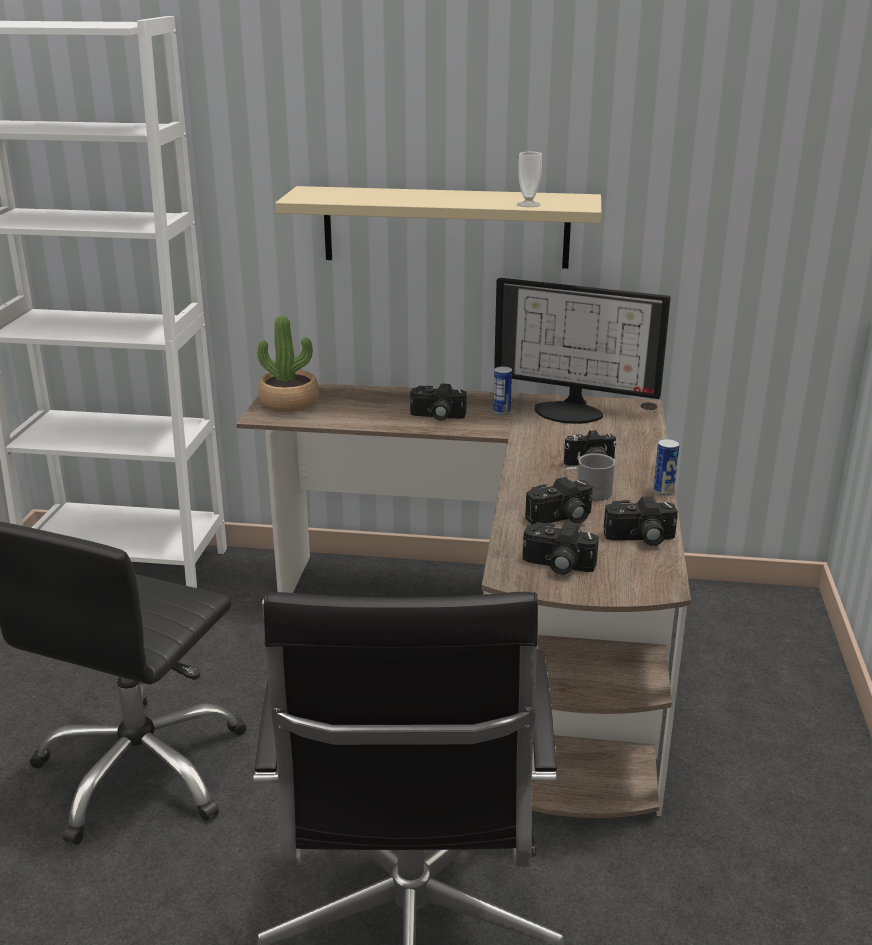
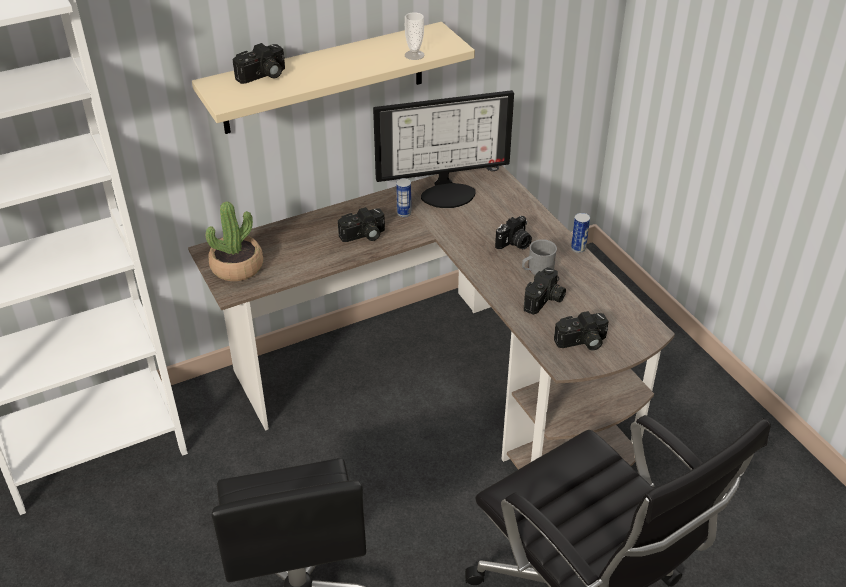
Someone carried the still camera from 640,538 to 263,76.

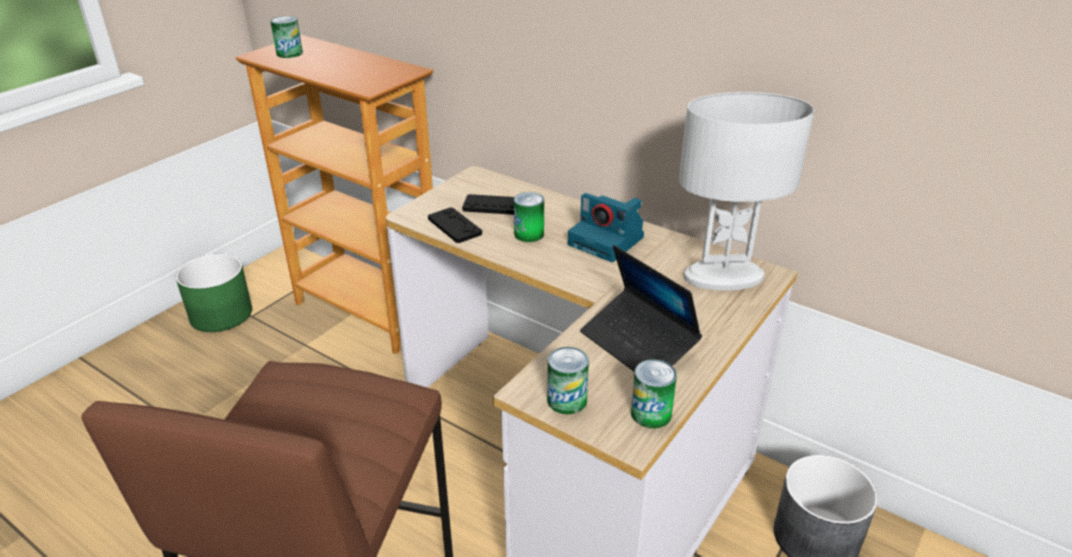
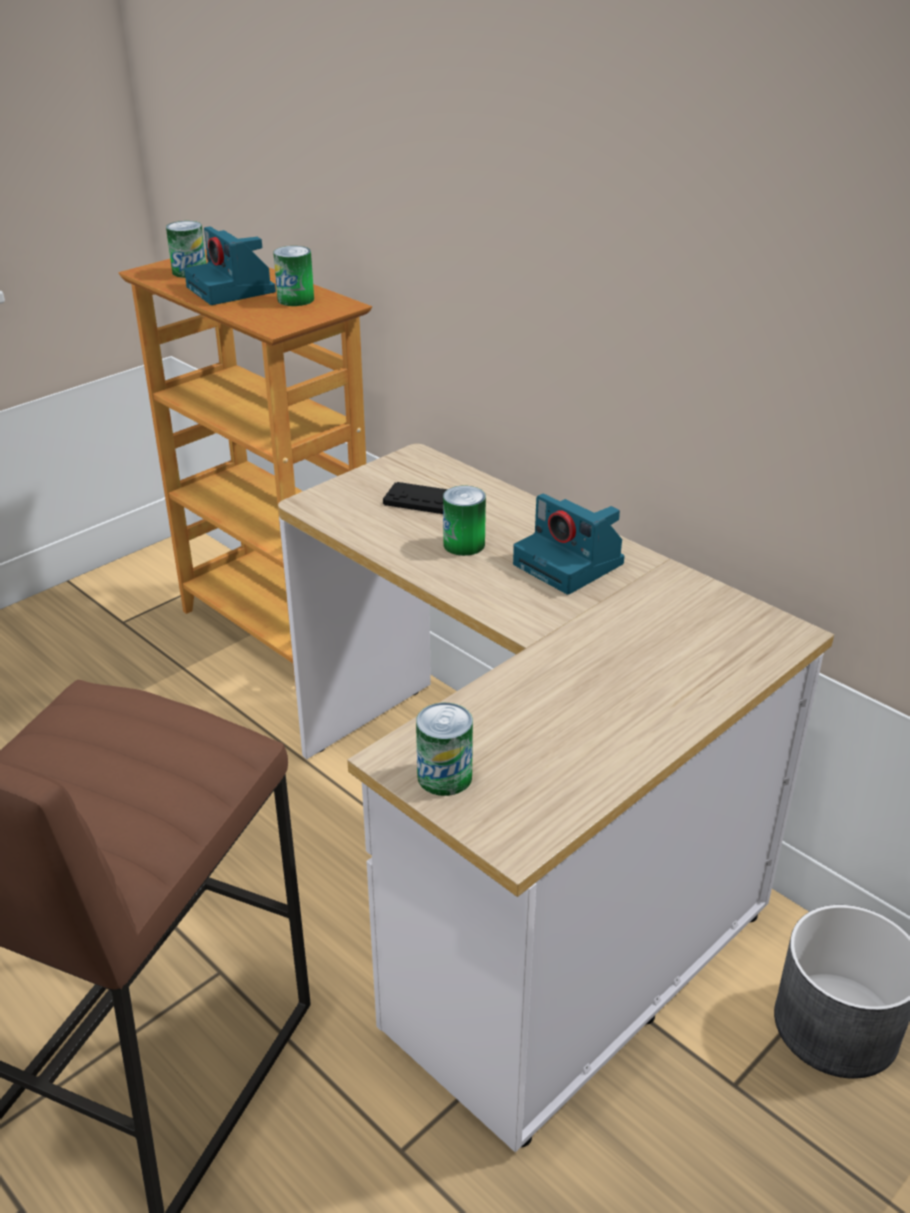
Someone put down the still camera at 232,290.
Someone carried the metal can from 651,413 to 295,299.
Someone took away the green planter at 221,314.
Someone took away the black joypad at 454,226.
Someone took away the laptop at 638,344.
Someone took away the whitish lamp for a table at 723,278.

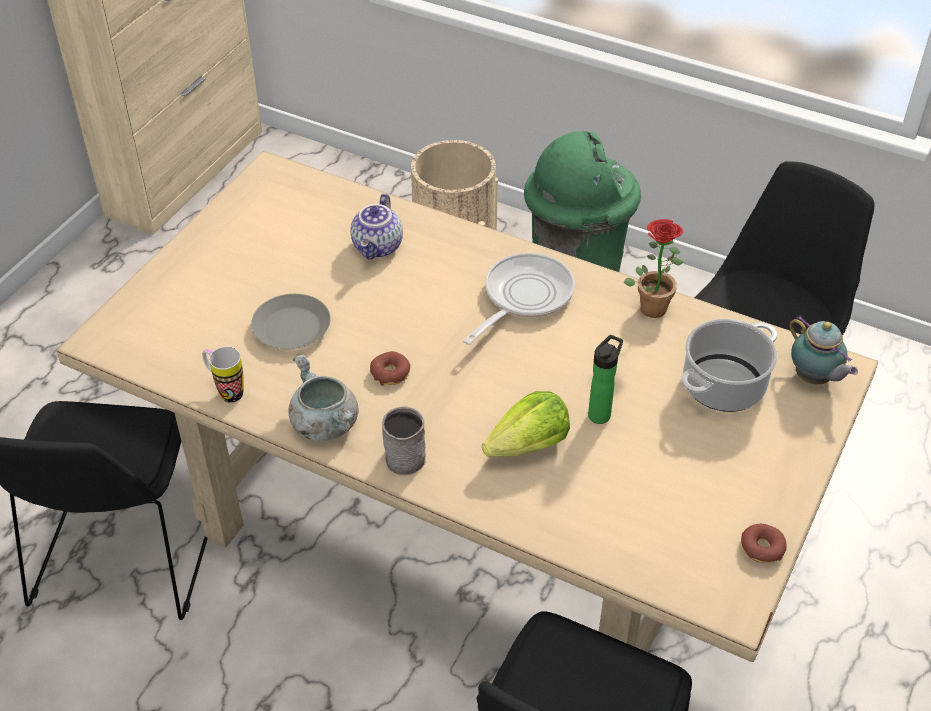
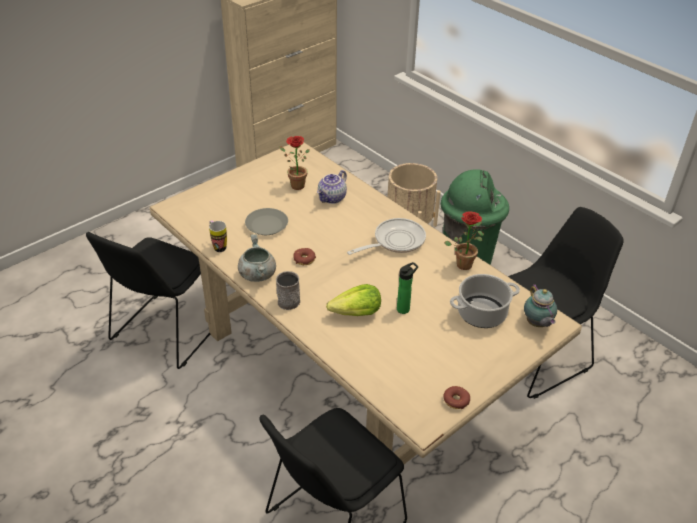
Someone put down the houseplant at 294,185.

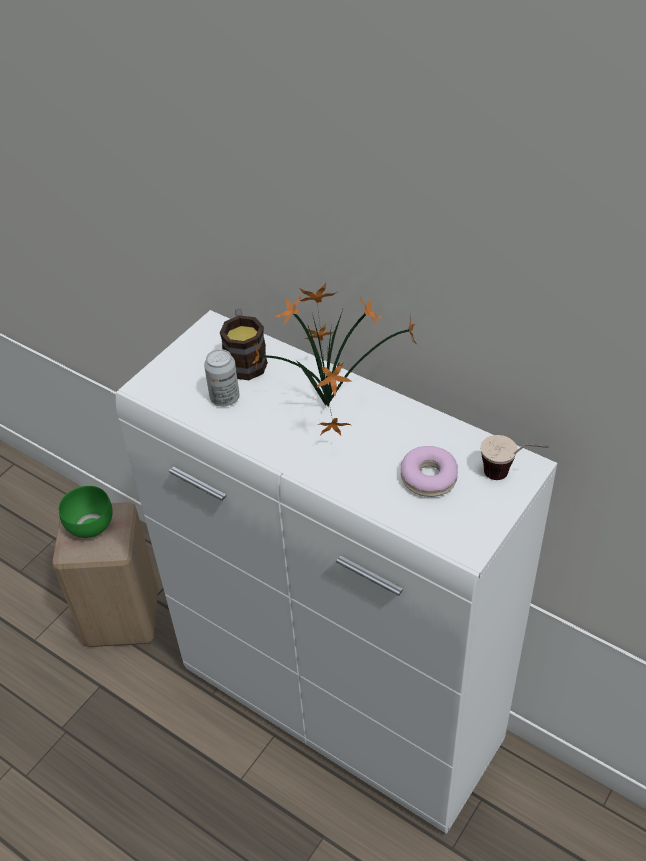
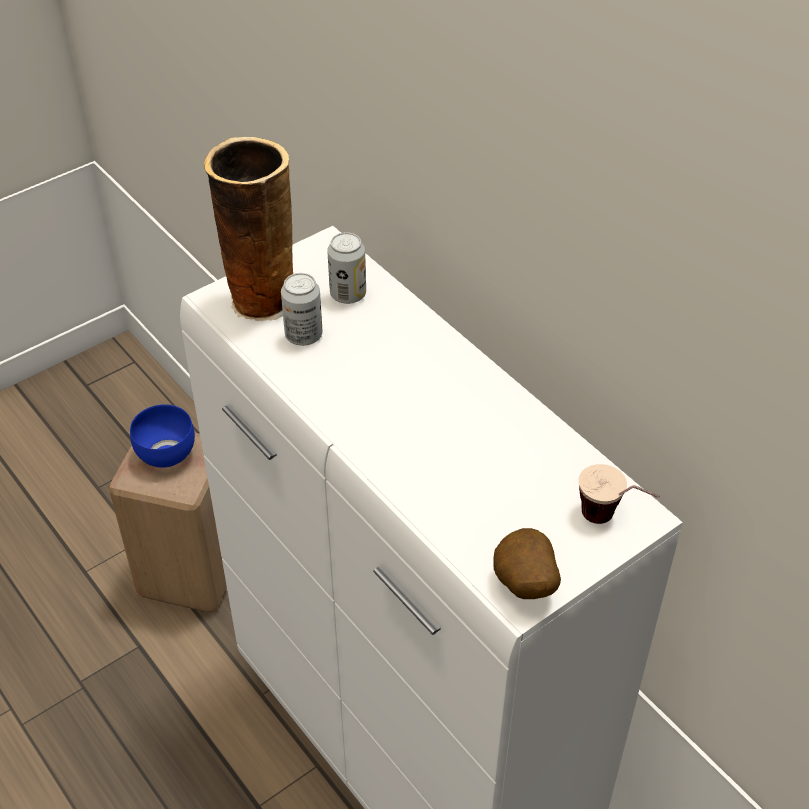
Someone repainted the green bowl at 89,527, which became the blue-coloured bowl at 164,455.
Someone put down the vase at 261,298.
Someone swapped the mug at 245,359 for the metal can at 348,294.
Someone put down the potato at 523,585.
Someone took away the houseplant at 328,404.
Someone took away the ring doughnut at 429,477.

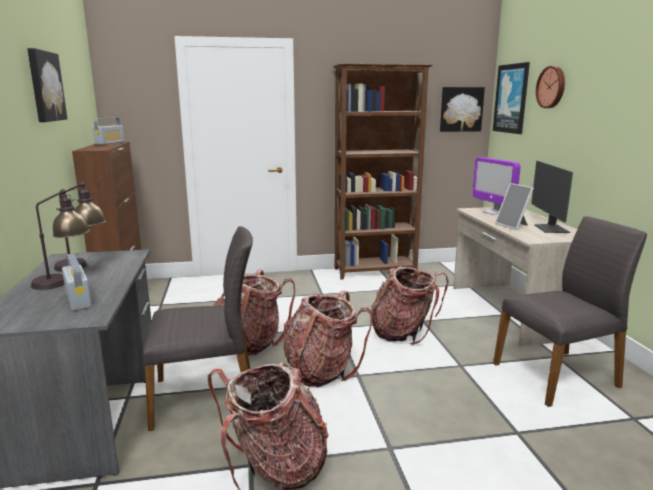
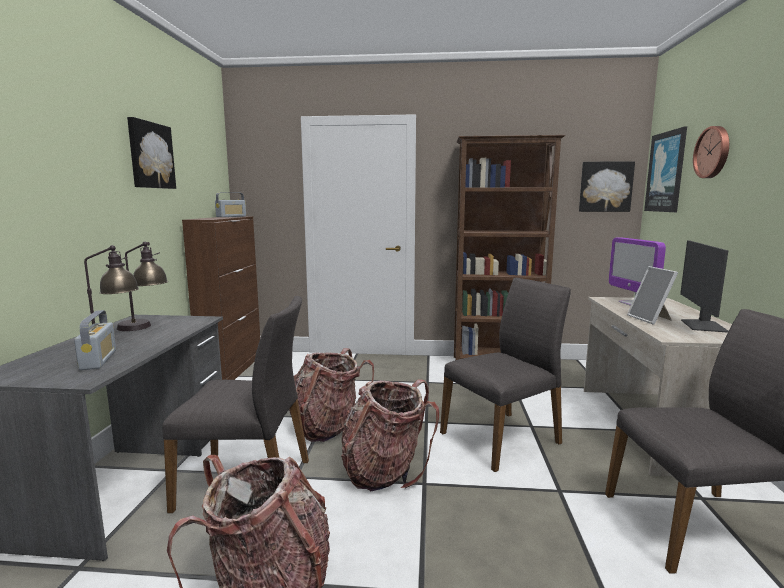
Someone swapped the knapsack at 404,333 for the greyish plain chair at 502,438.

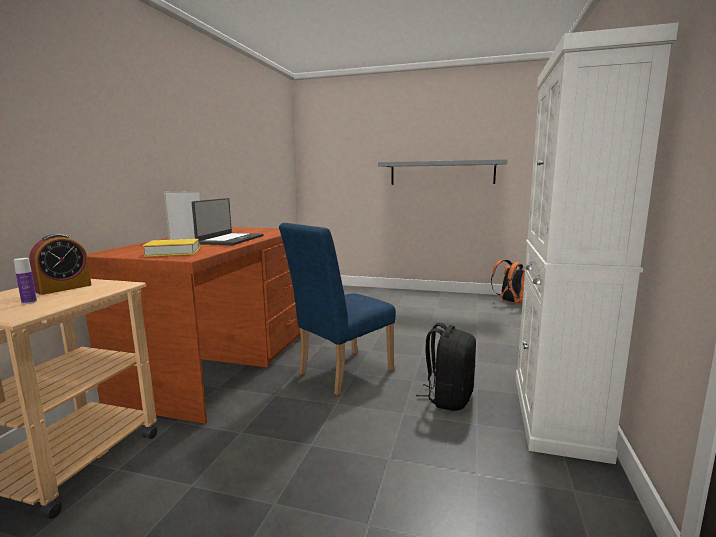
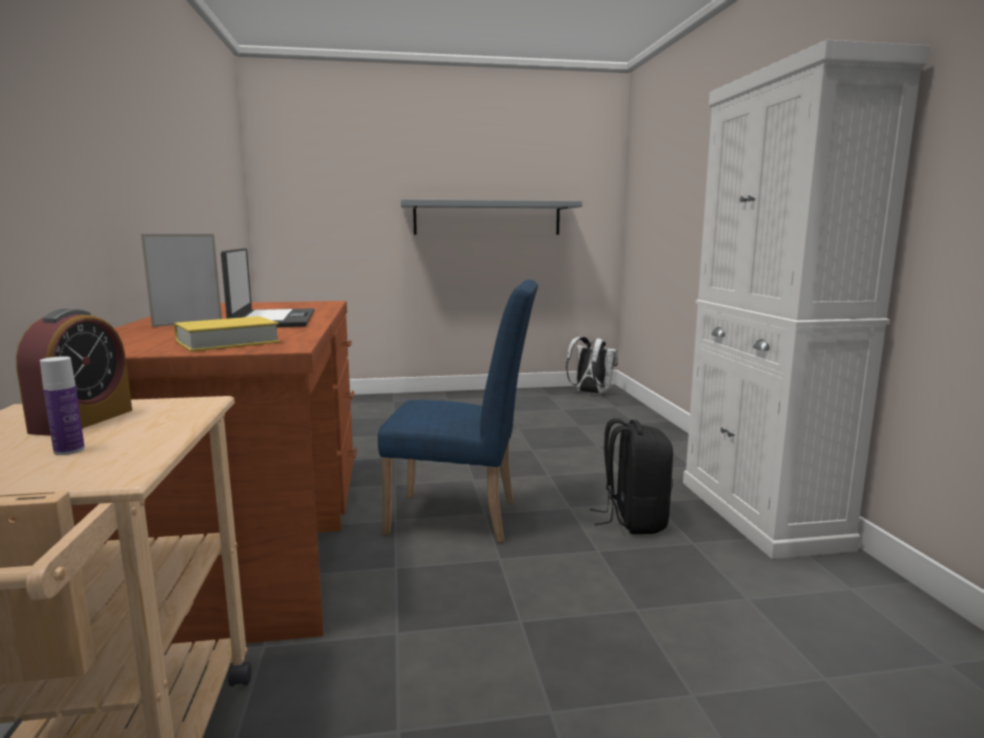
Someone rotated the blue-coloured plain chair at 340,373 by 105 degrees counterclockwise.
Someone repainted the orangey knapsack at 510,302, which became the whitish knapsack at 590,393.

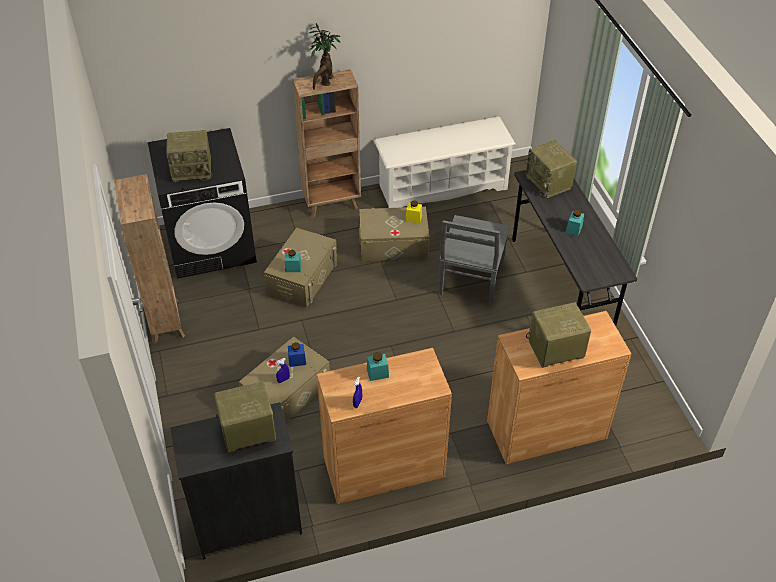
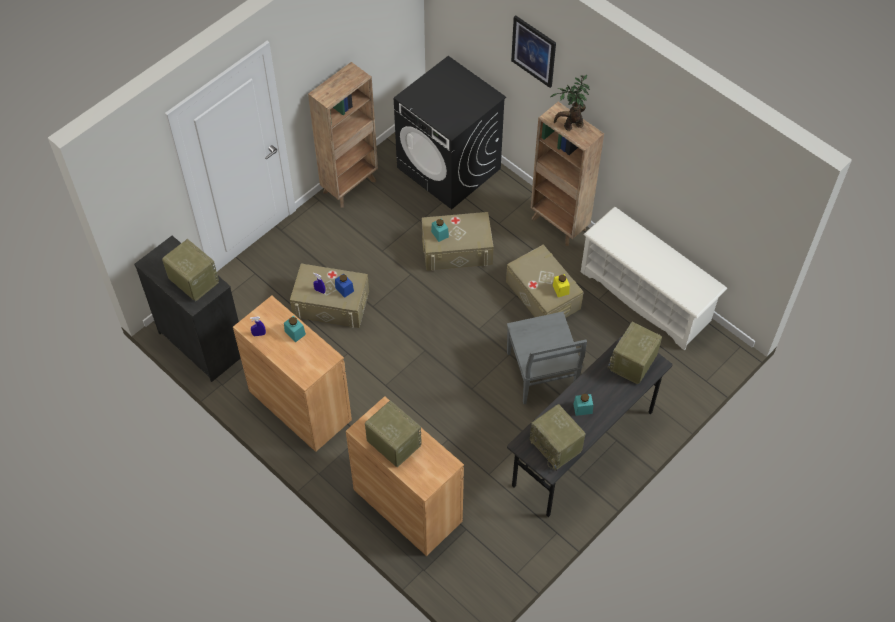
Someone rotated the greyish plain chair at 471,280 by 90 degrees counterclockwise.
Someone put up the wall picture at 534,51.
Someone carried the radio set from 193,170 to 556,446.

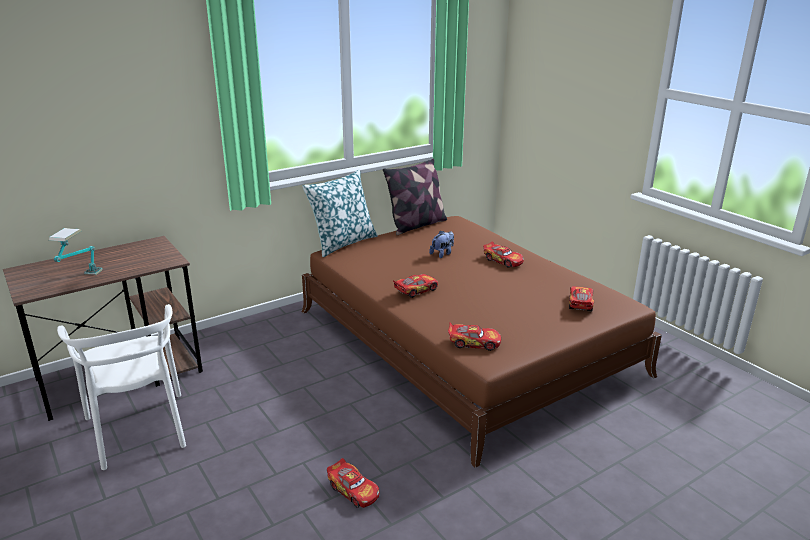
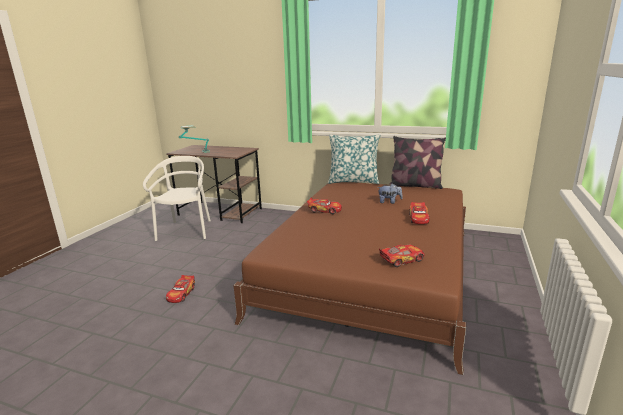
Someone rotated the whitish plain chair at 139,430 by 150 degrees clockwise.
Someone took away the toy car at 473,342.

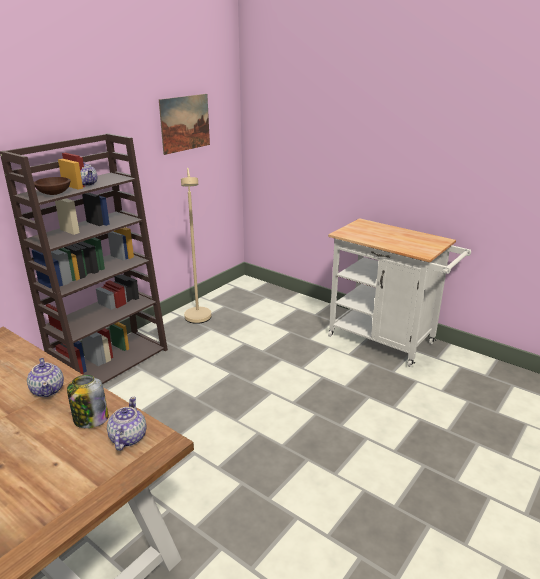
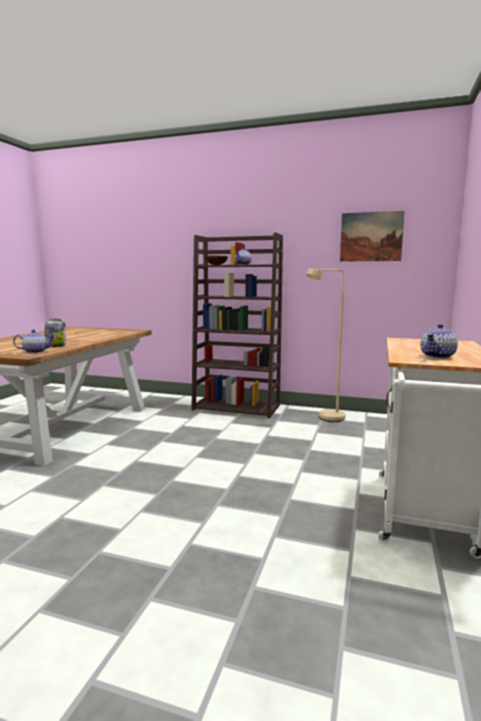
Someone carried the pot for tea from 48,390 to 438,356.

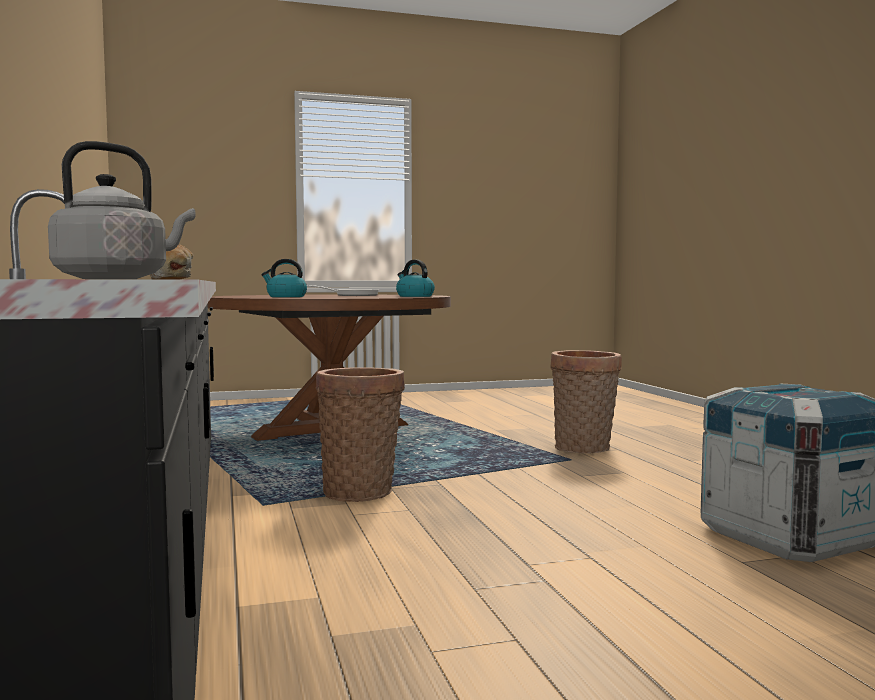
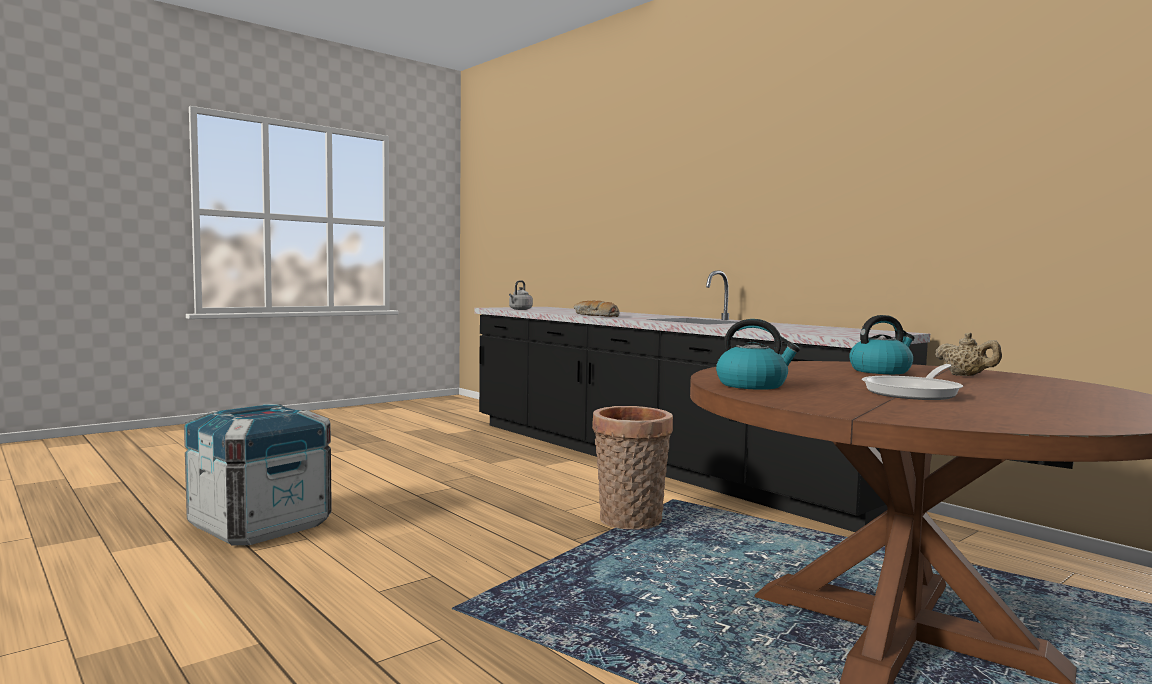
Someone put down the beige pot for tea at 966,376.
Someone took away the storage basket at 584,449.

